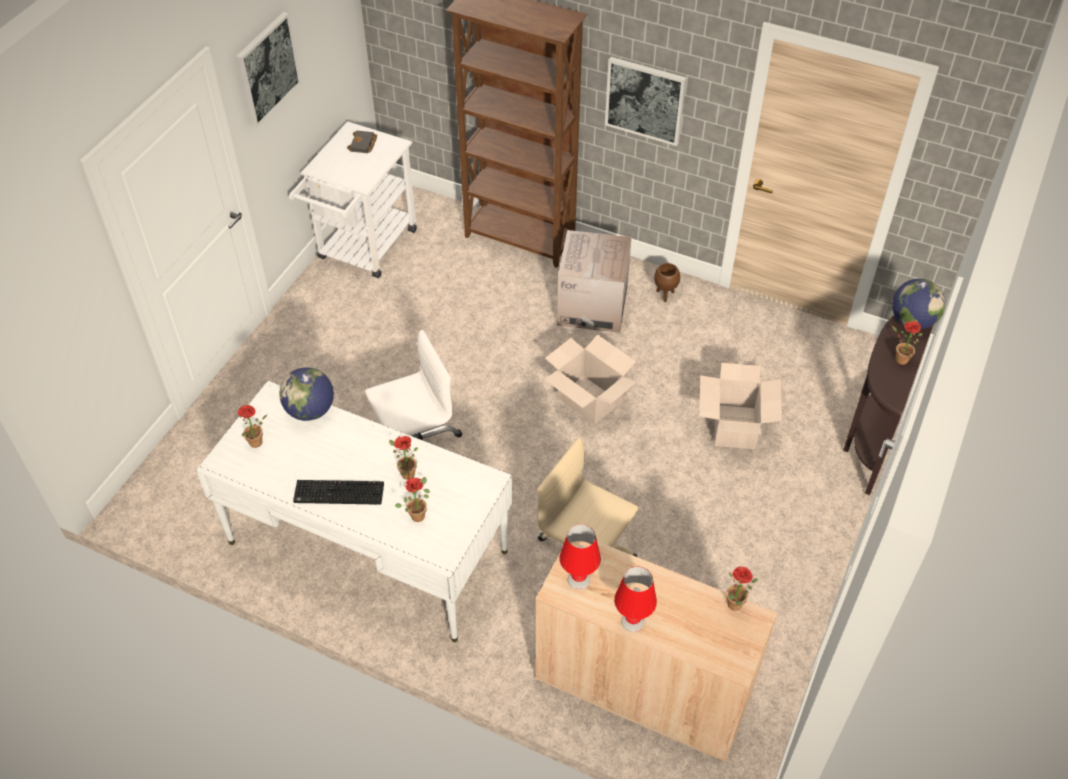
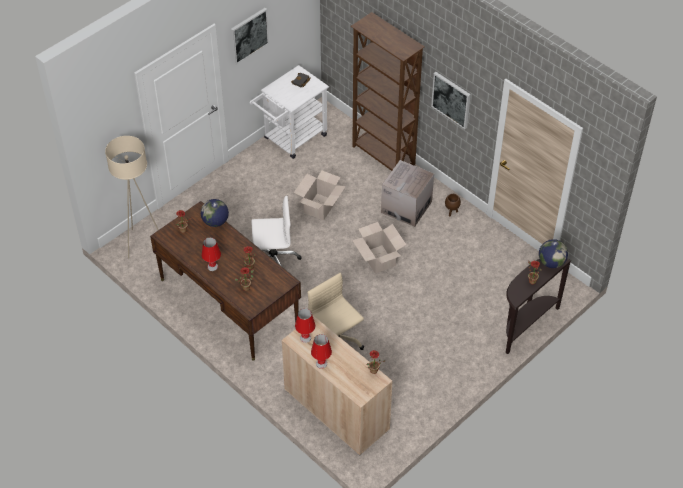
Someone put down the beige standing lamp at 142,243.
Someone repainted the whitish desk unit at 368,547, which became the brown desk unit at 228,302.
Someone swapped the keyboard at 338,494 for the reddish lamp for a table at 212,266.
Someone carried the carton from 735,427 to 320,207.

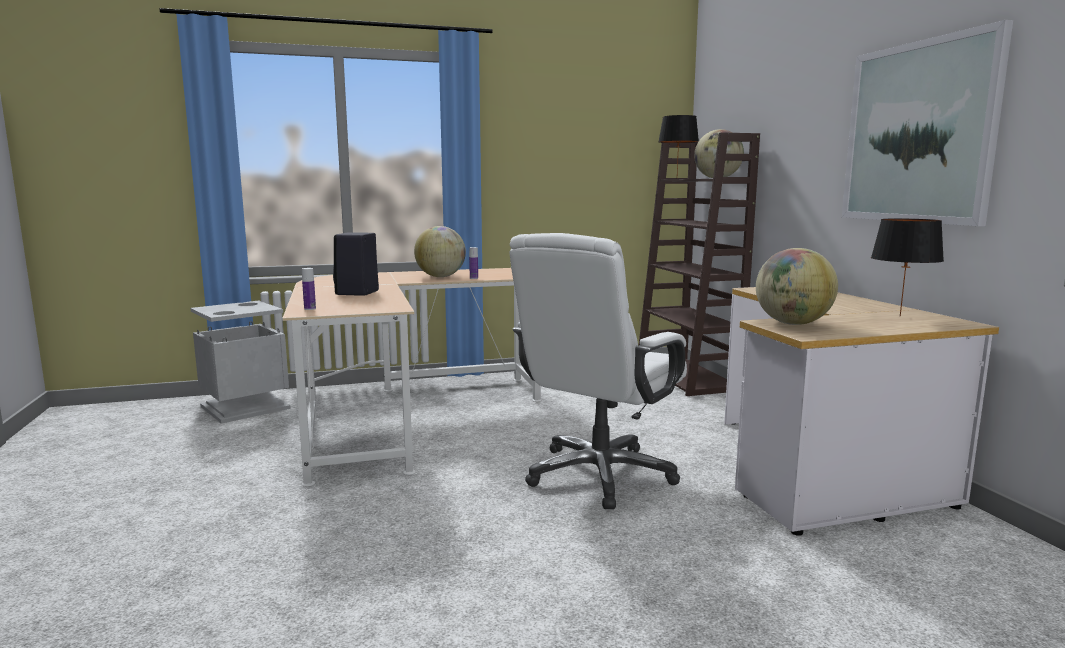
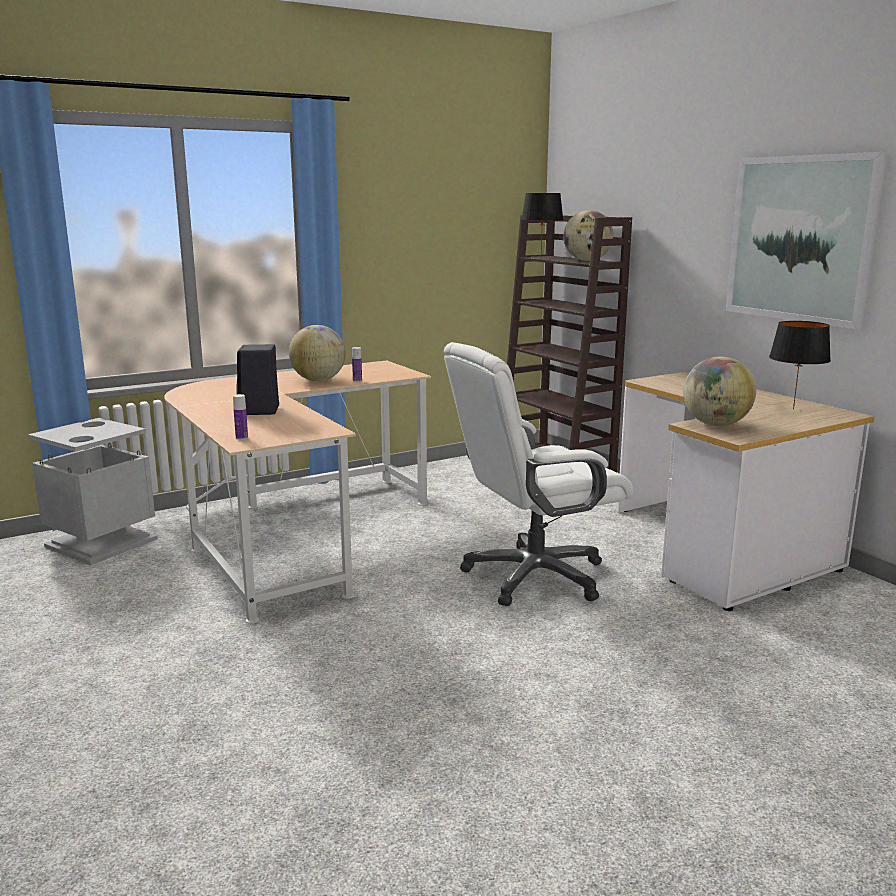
Someone rotated the whitish desk chair at 599,475 by 45 degrees clockwise.

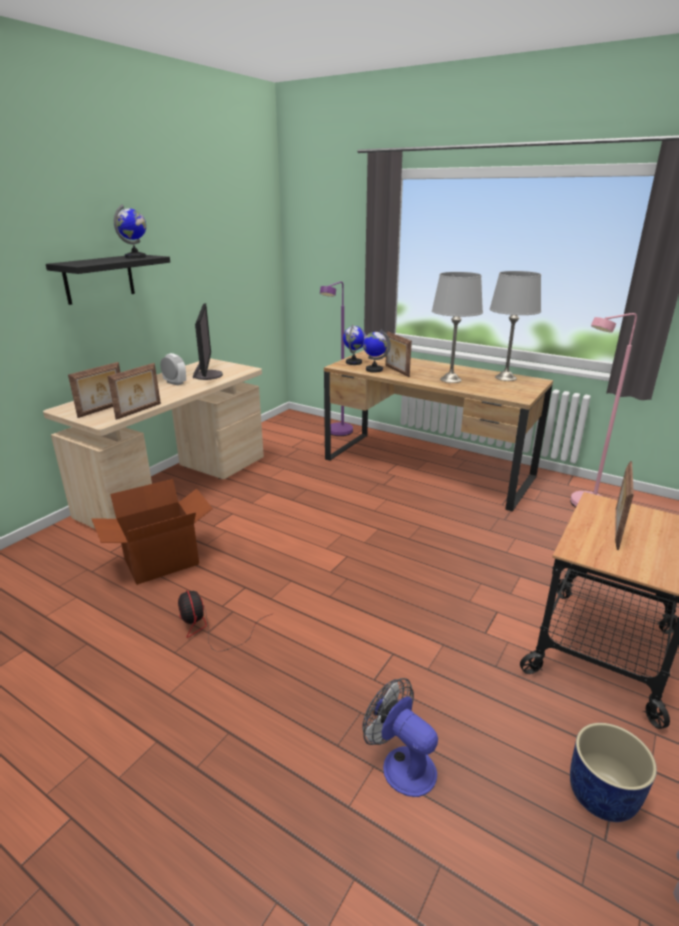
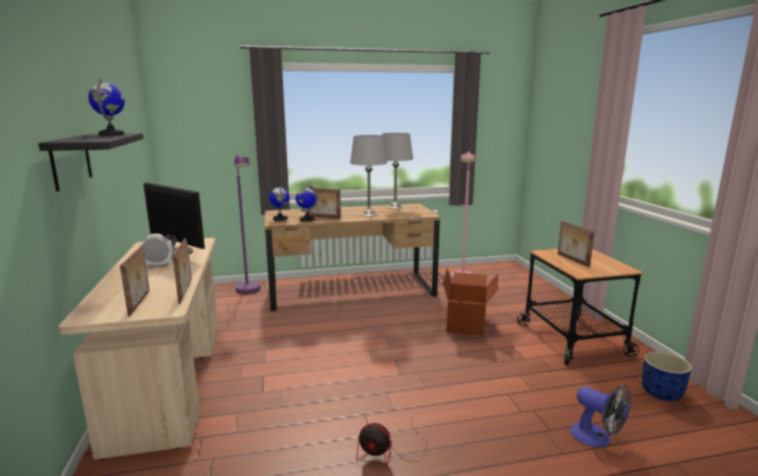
Someone carried the carton from 161,562 to 467,324.
Someone rotated the fan at 401,764 by 135 degrees counterclockwise.

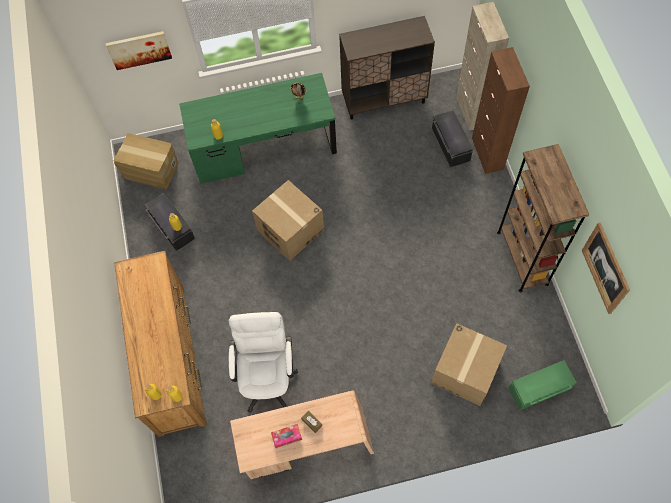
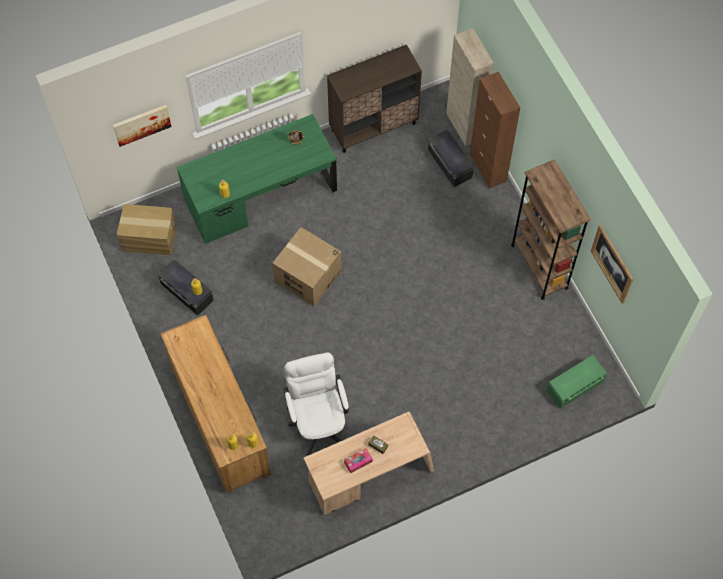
Someone took away the carton at 465,372.

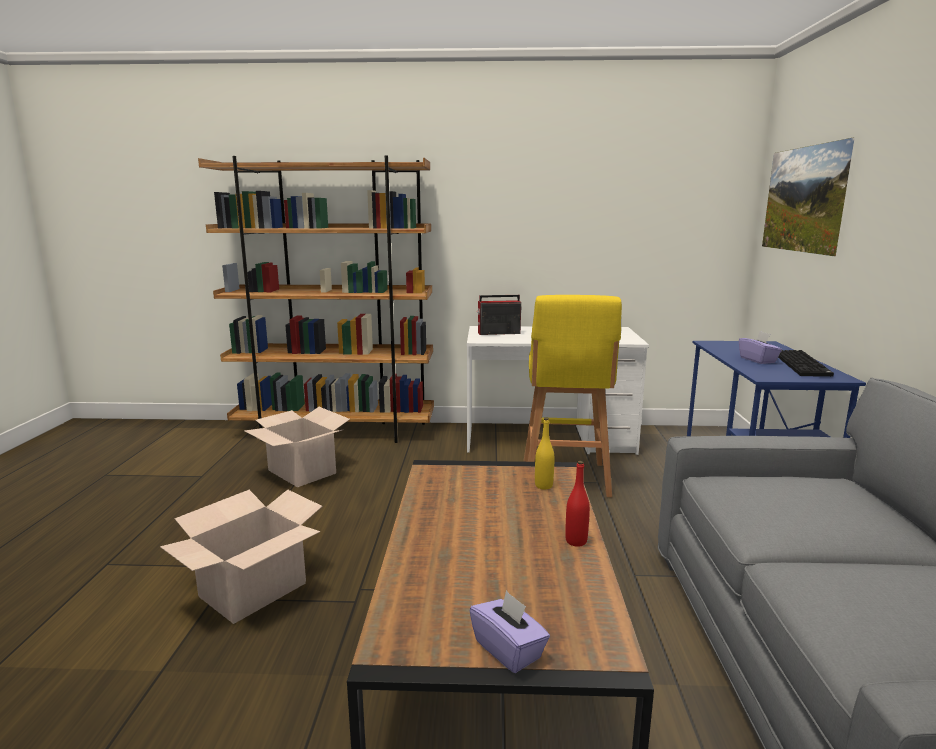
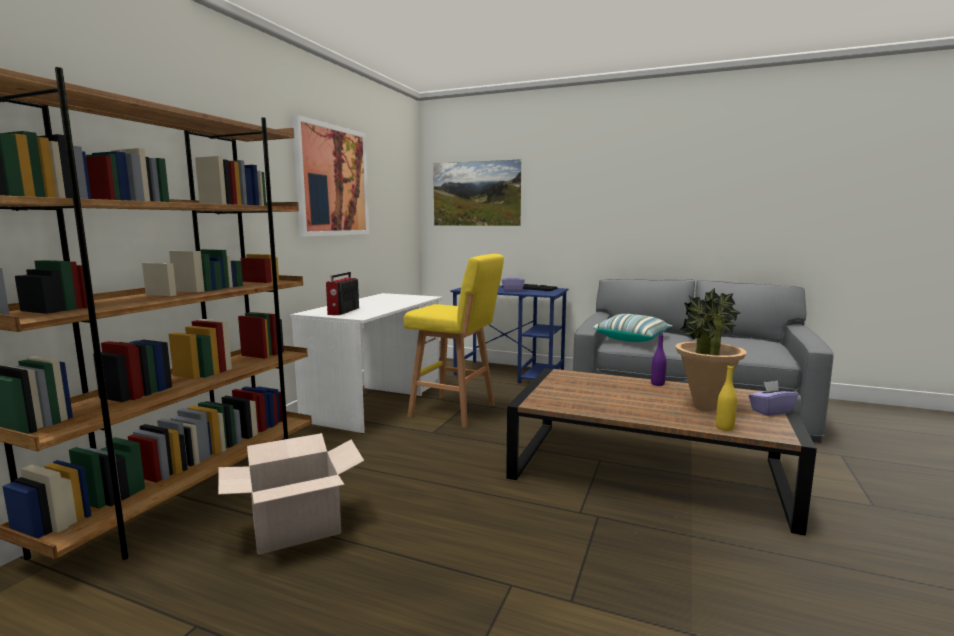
Someone put up the wall picture at 332,181.
Someone put down the cushion at 631,338.
Someone repainted the reddish bottle at 576,541, which became the purple bottle at 657,384.
Someone put down the houseplant at 705,407.
Someone carried the yellow bottle from 543,486 to 724,428.
Someone took away the carton at 253,589.

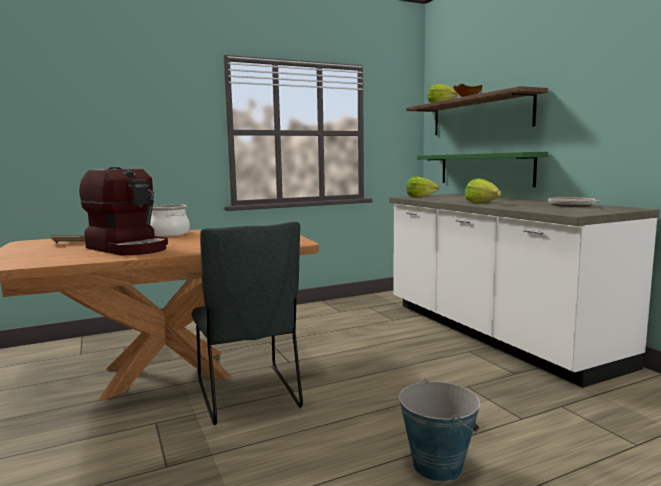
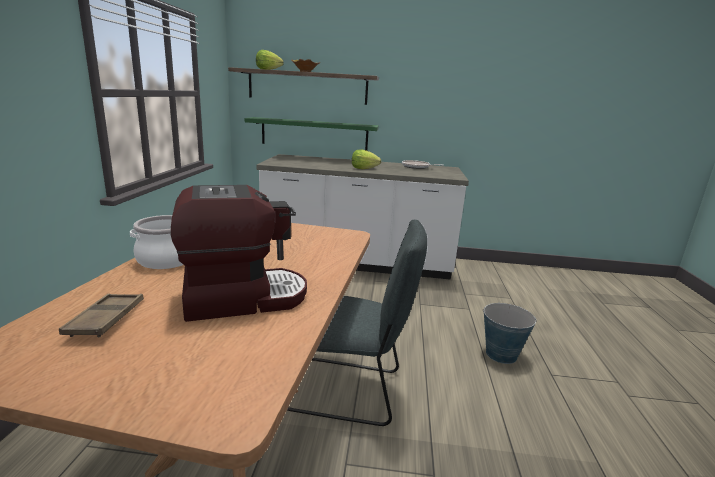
Someone took away the lettuce head at 420,197.

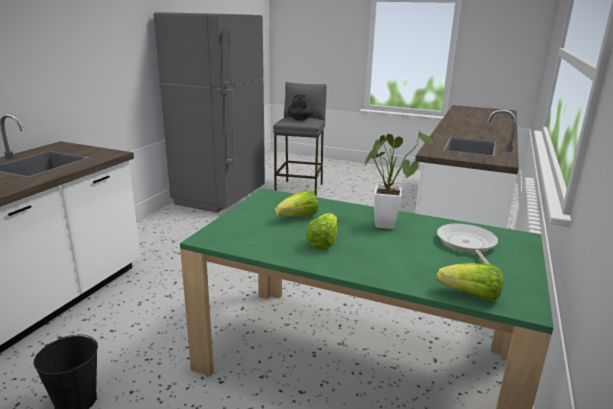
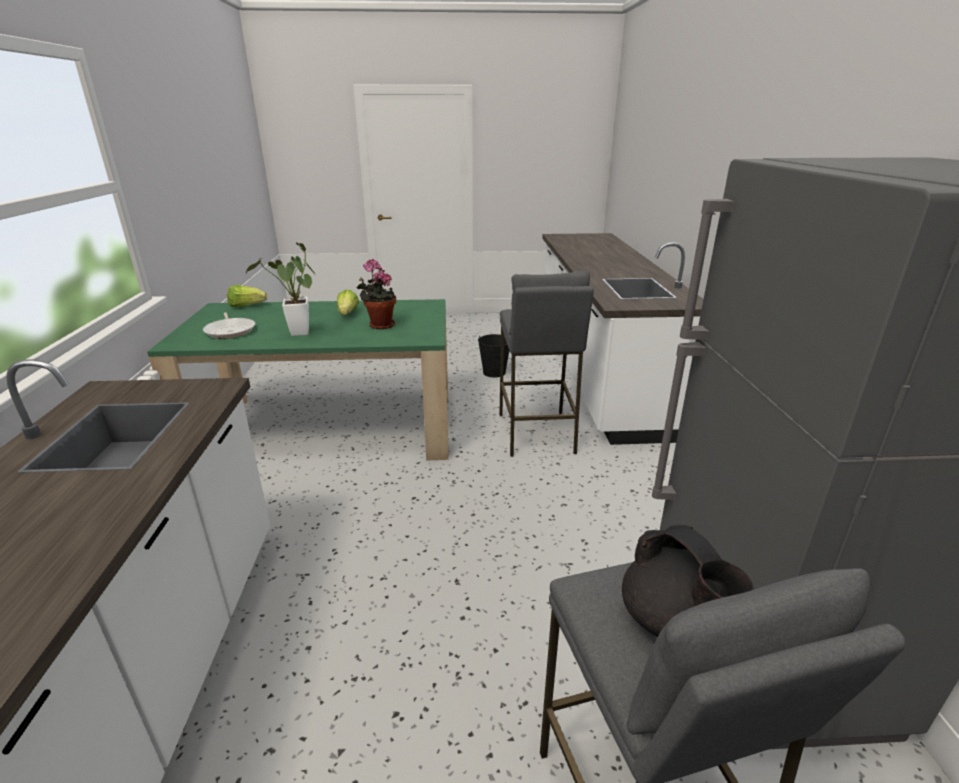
Someone swapped the lettuce head at 298,217 for the houseplant at 379,325.
Someone put down the greyish sitting stool at 536,433.

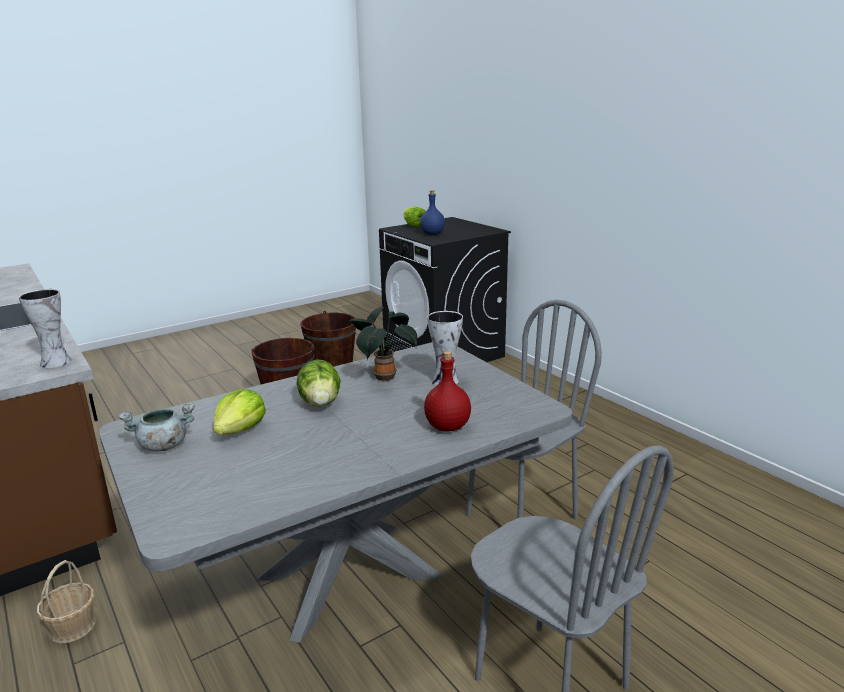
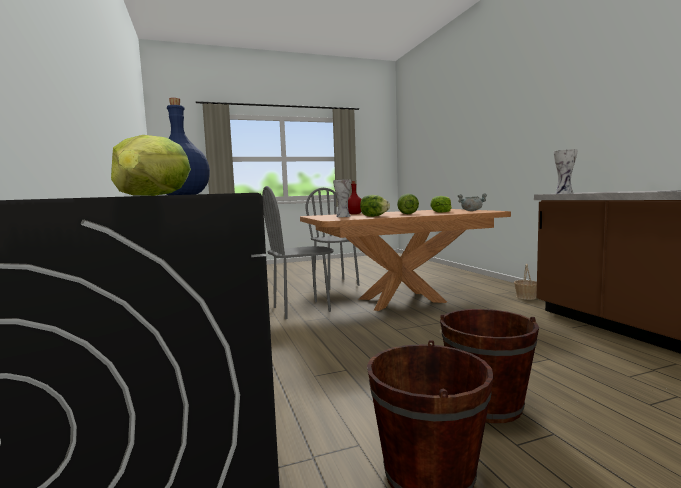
Someone repainted the greyish dining table at 350,578, which became the brown dining table at 400,300.
Someone swapped the houseplant at 383,377 for the lettuce head at 374,216.

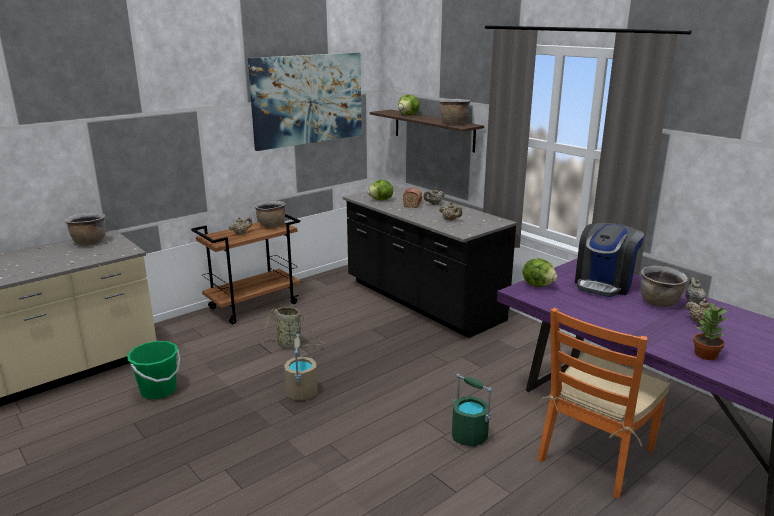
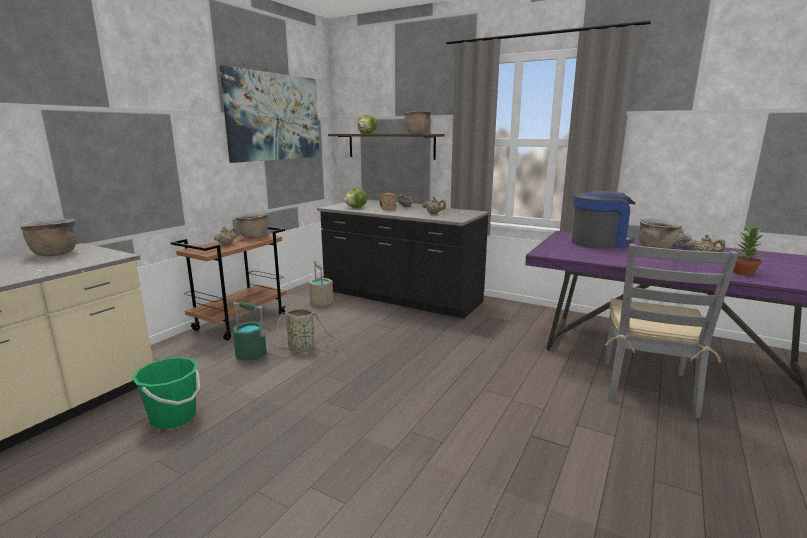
Someone carried the green water bucket from 469,436 to 251,354.
Someone carried the beige water bucket from 301,392 to 321,302.
Someone rotated the coffee machine at 604,284 by 120 degrees counterclockwise.
Someone repainted the orangey plain chair at 595,455, which became the greyish plain chair at 647,388.
Someone took away the lettuce head at 538,285.

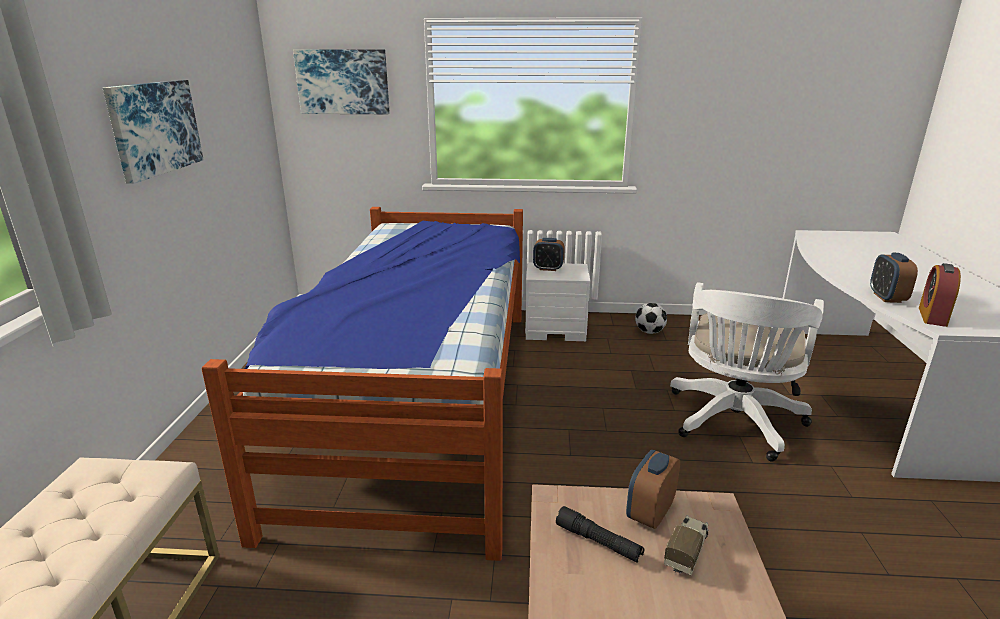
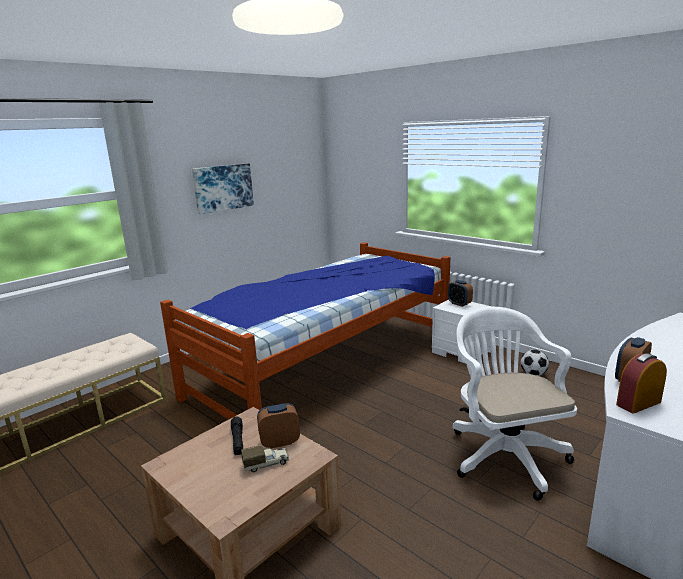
Someone rotated the whitish desk chair at 733,423 by 105 degrees clockwise.
Someone took away the wall picture at 343,82.

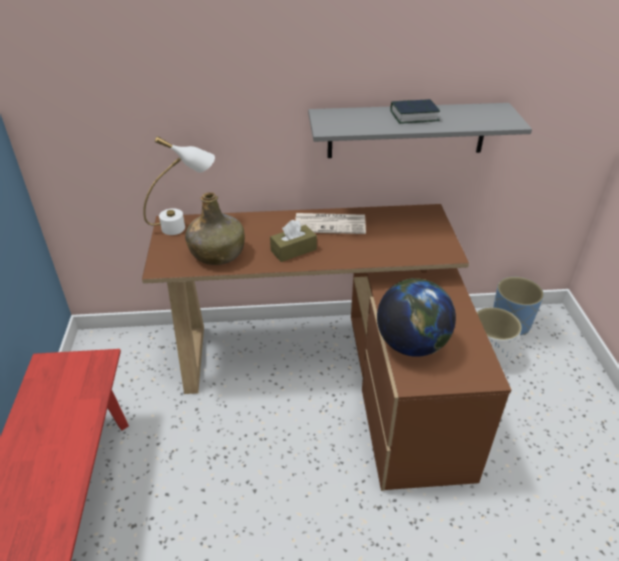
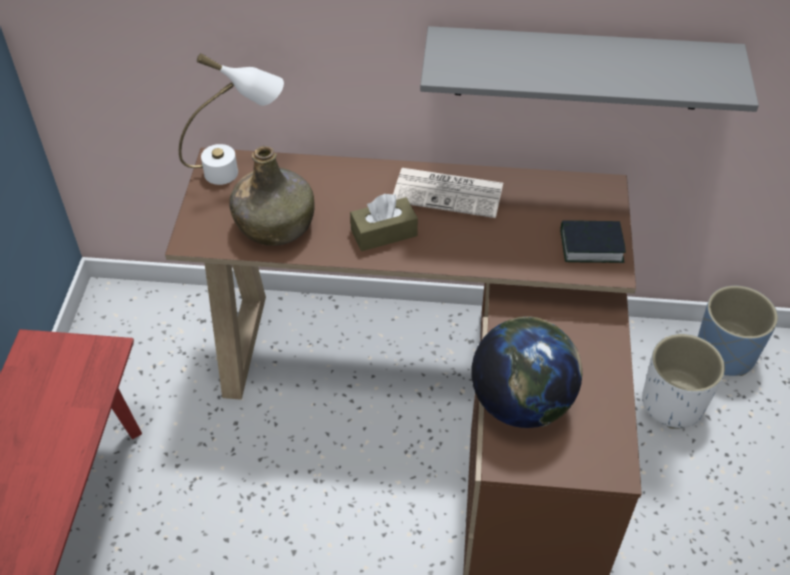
Someone carried the book from 414,116 to 591,246.

